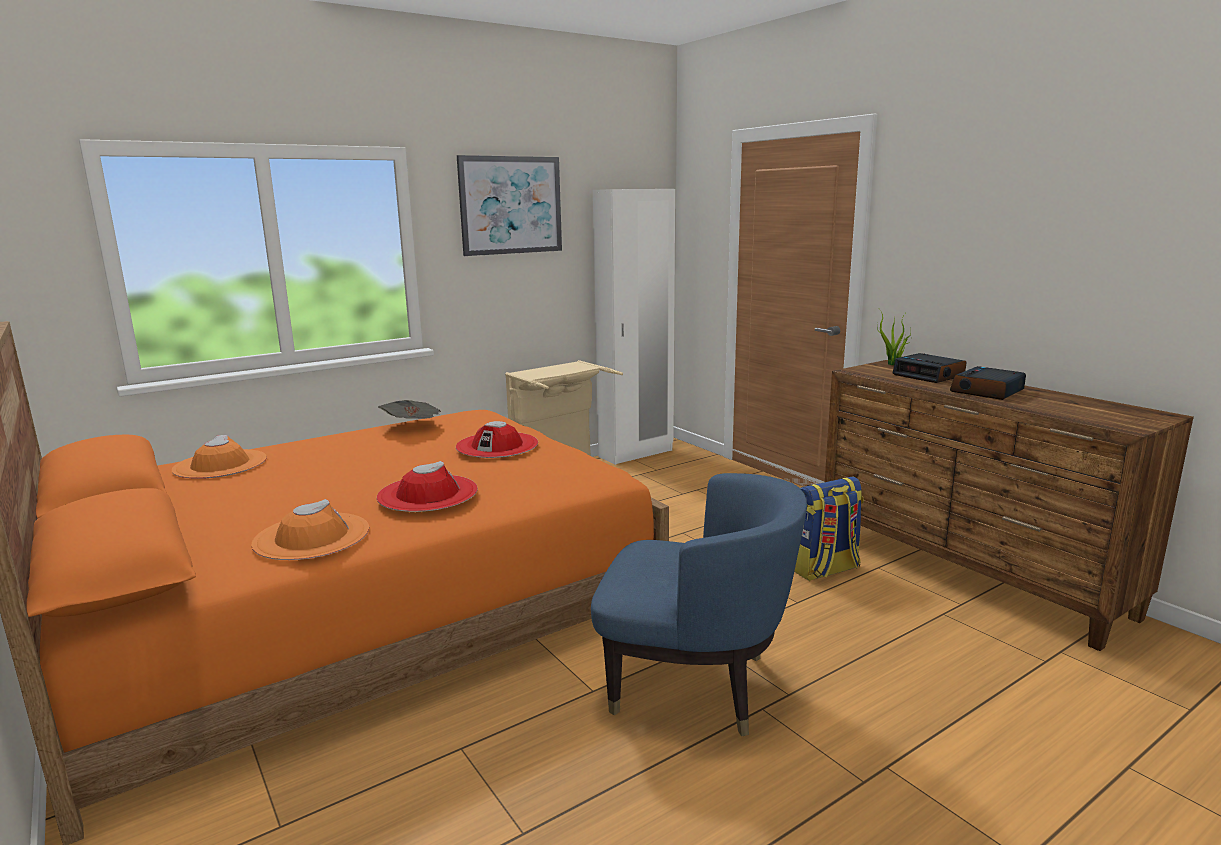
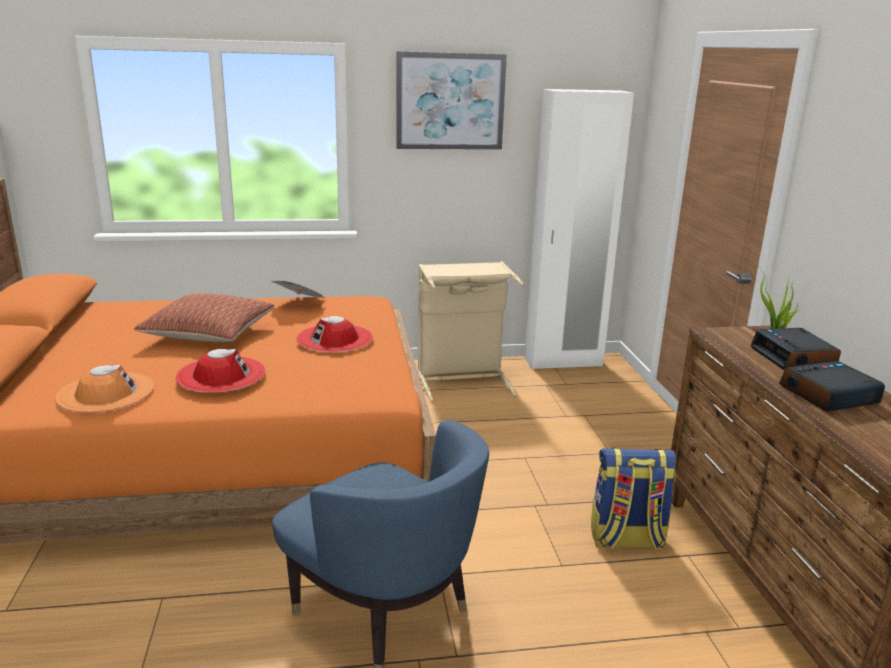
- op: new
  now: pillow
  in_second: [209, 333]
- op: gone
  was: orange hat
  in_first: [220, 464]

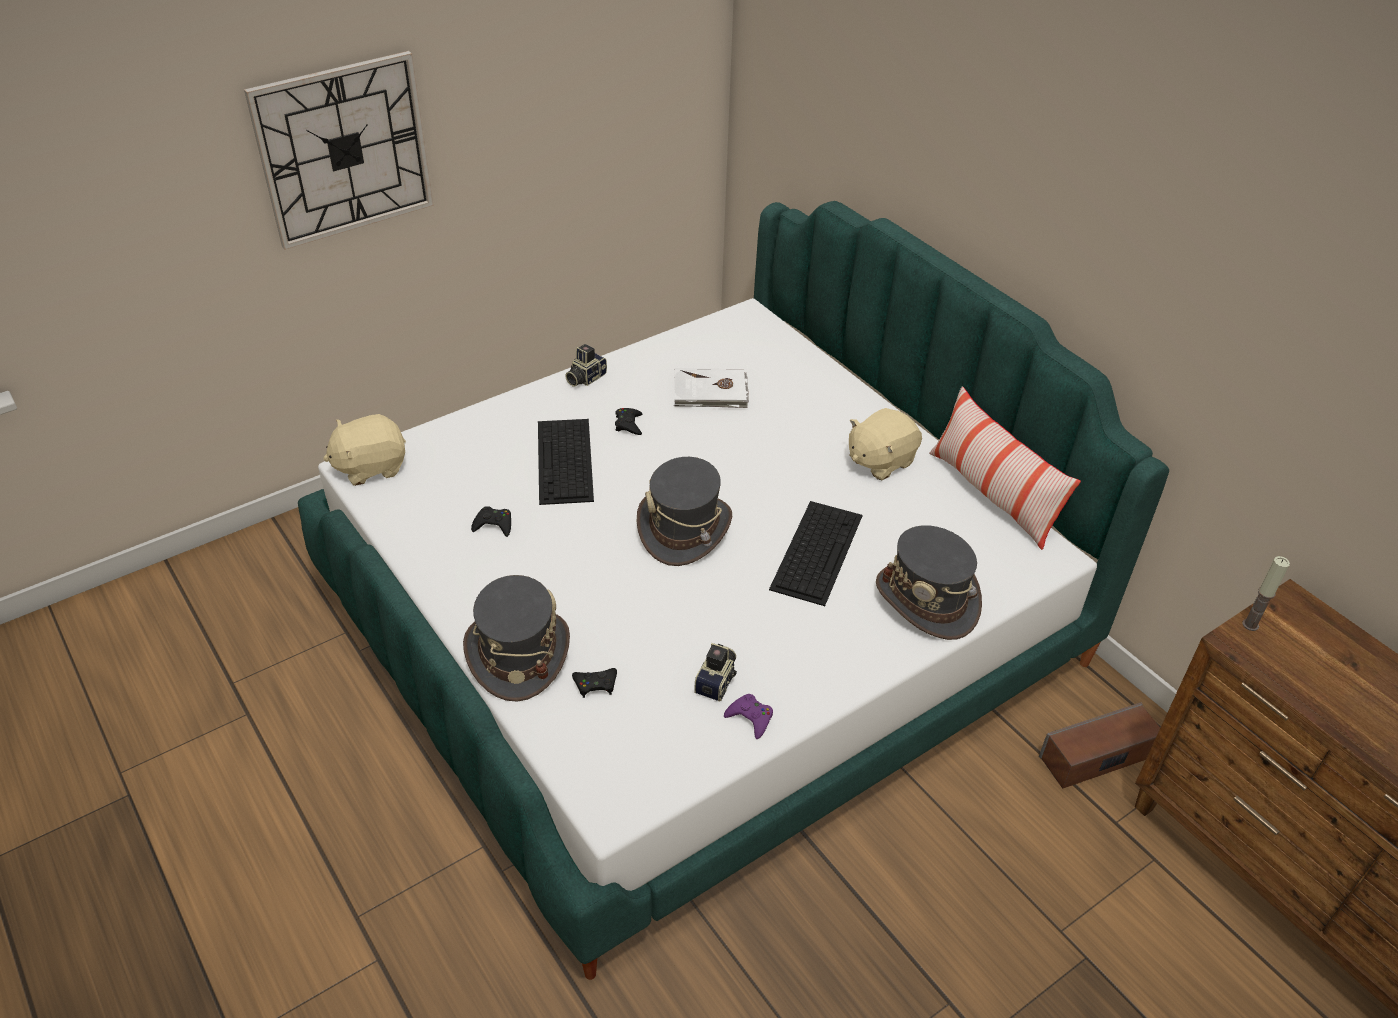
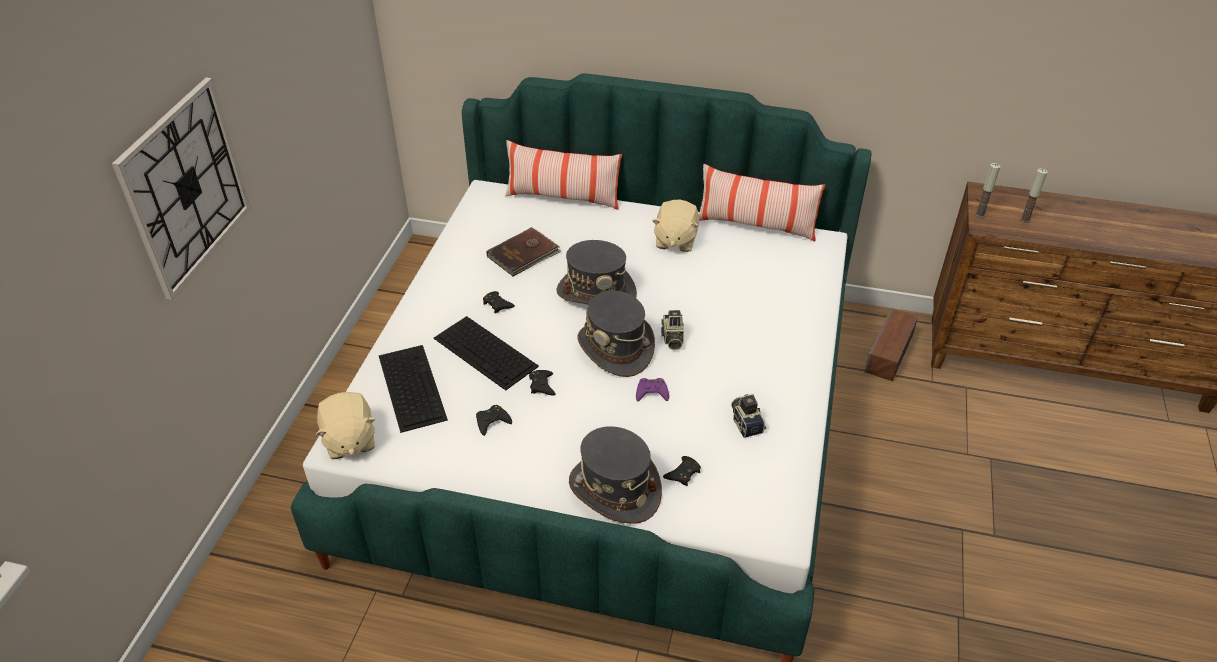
- op: rotated
  was: beige plush toy
  in_first: [370, 467]
  in_second: [349, 440]
  clockwise: -45
- op: shifted
  was: keyboard
  in_first: [816, 550]
  in_second: [411, 386]
- op: repainted
  was: white book
  now: brown book
  in_first: [710, 392]
  in_second: [524, 254]
- op: new
  now: pillow
  in_second: [563, 198]
- op: new
  now: black game controller
  in_second: [542, 385]
- op: shifted
  was: grey hat
  in_first: [927, 600]
  in_second: [596, 292]
- op: shifted
  was: purple game controller
  in_first: [750, 718]
  in_second: [652, 392]
- op: shifted
  was: photo camera
  in_first: [585, 378]
  in_second: [672, 338]
- op: new
  now: candle
  in_second: [1025, 220]

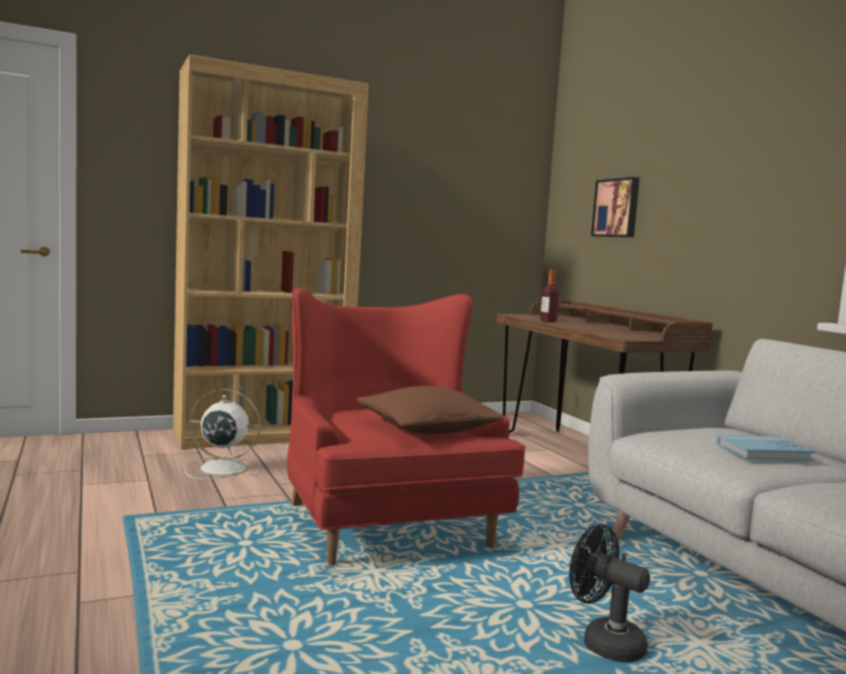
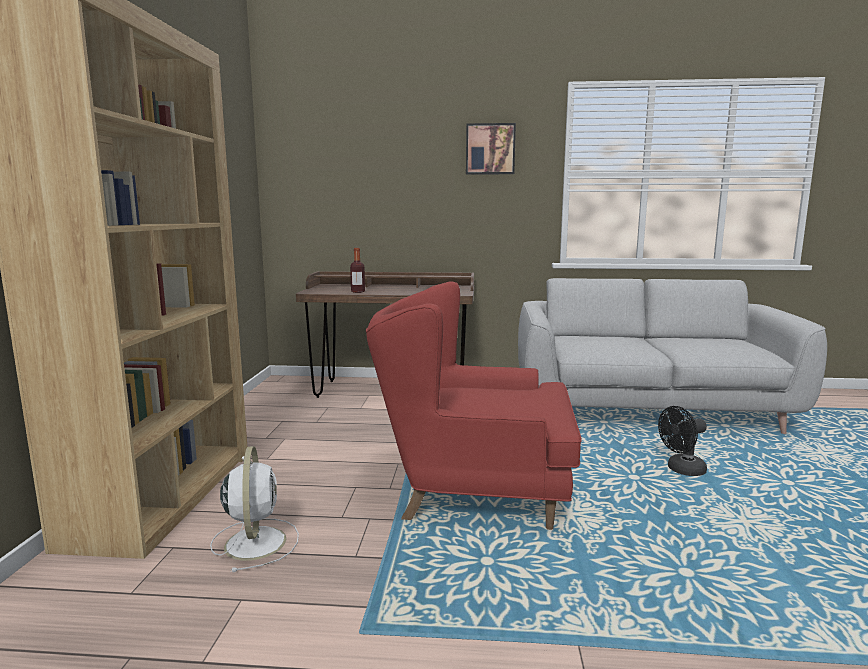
- op: rotated
  was: white fan
  in_first: [221, 468]
  in_second: [255, 541]
  clockwise: 135
- op: shifted
  was: picture
  in_first: [617, 208]
  in_second: [490, 149]
- op: gone
  was: brown pillow
  in_first: [427, 428]
- op: gone
  was: blue book
  in_first: [763, 452]

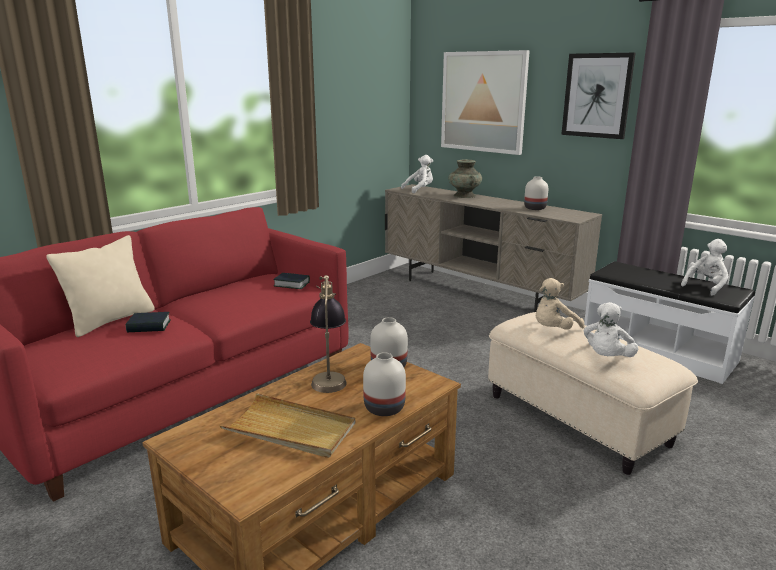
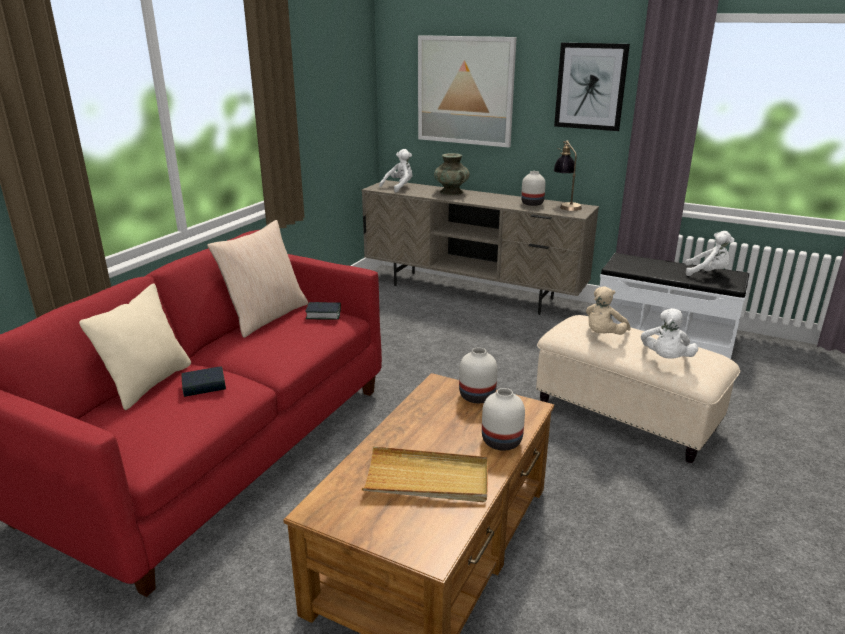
- op: new
  now: beige pillow
  in_second: [266, 316]
- op: shifted
  was: table lamp
  in_first: [329, 376]
  in_second: [566, 205]
- op: rotated
  was: white plush toy
  in_first: [705, 286]
  in_second: [707, 273]
  clockwise: 75

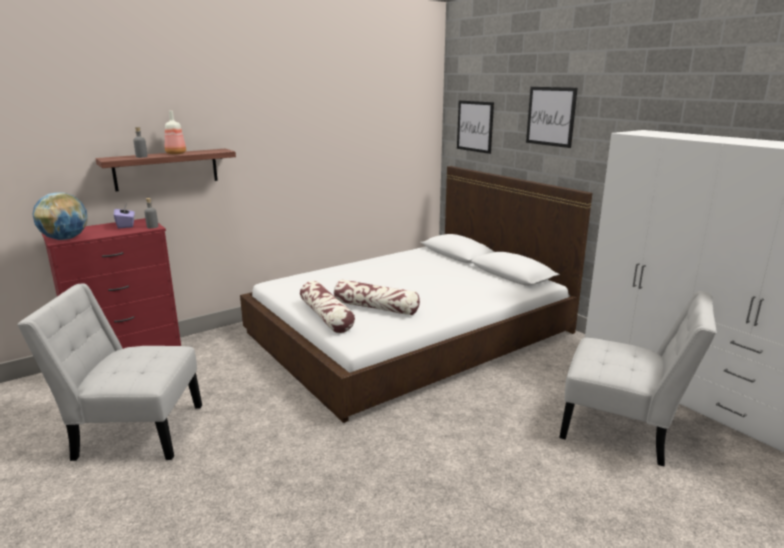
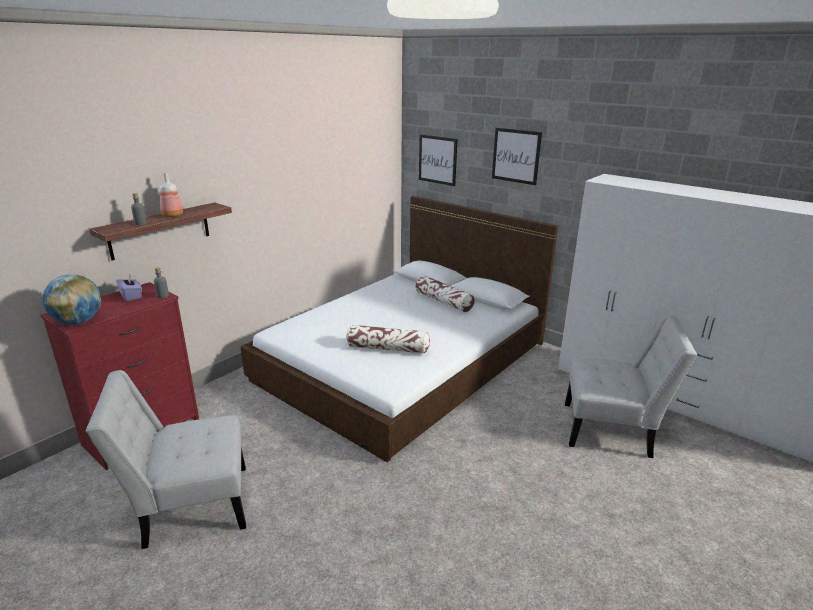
- op: shifted
  was: pillow
  in_first: [326, 316]
  in_second: [444, 301]

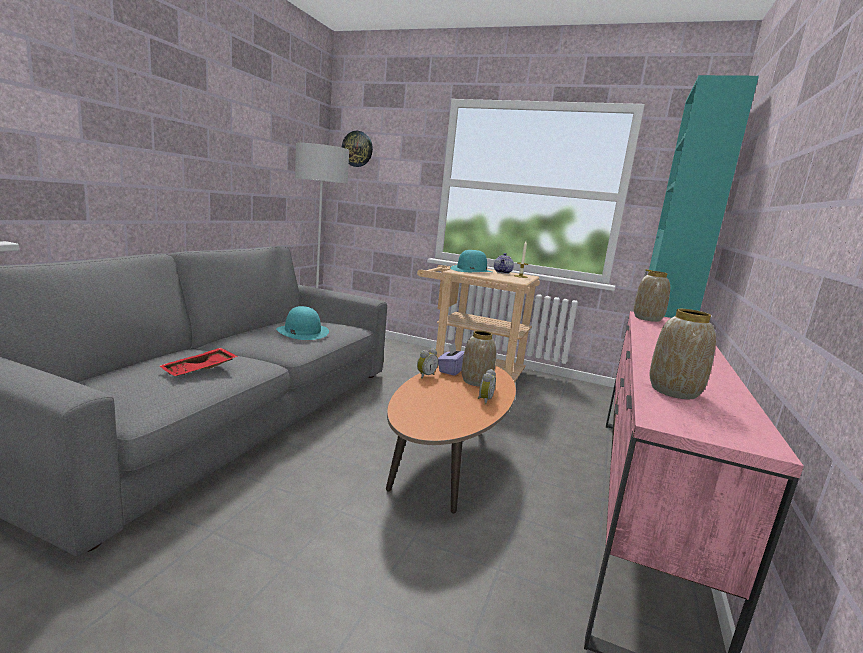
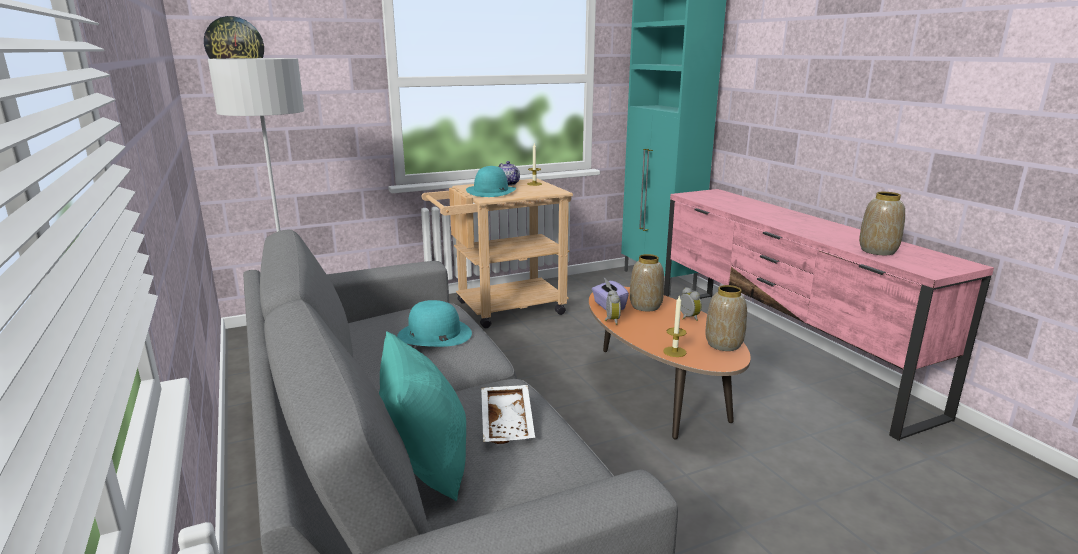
- op: new
  now: turquoise pillow
  in_second: [426, 462]
- op: repainted
  was: red tray
  now: white tray
  in_first: [200, 370]
  in_second: [508, 422]
- op: new
  now: candle
  in_second: [674, 352]
- op: shifted
  was: vase
  in_first: [647, 318]
  in_second: [723, 344]

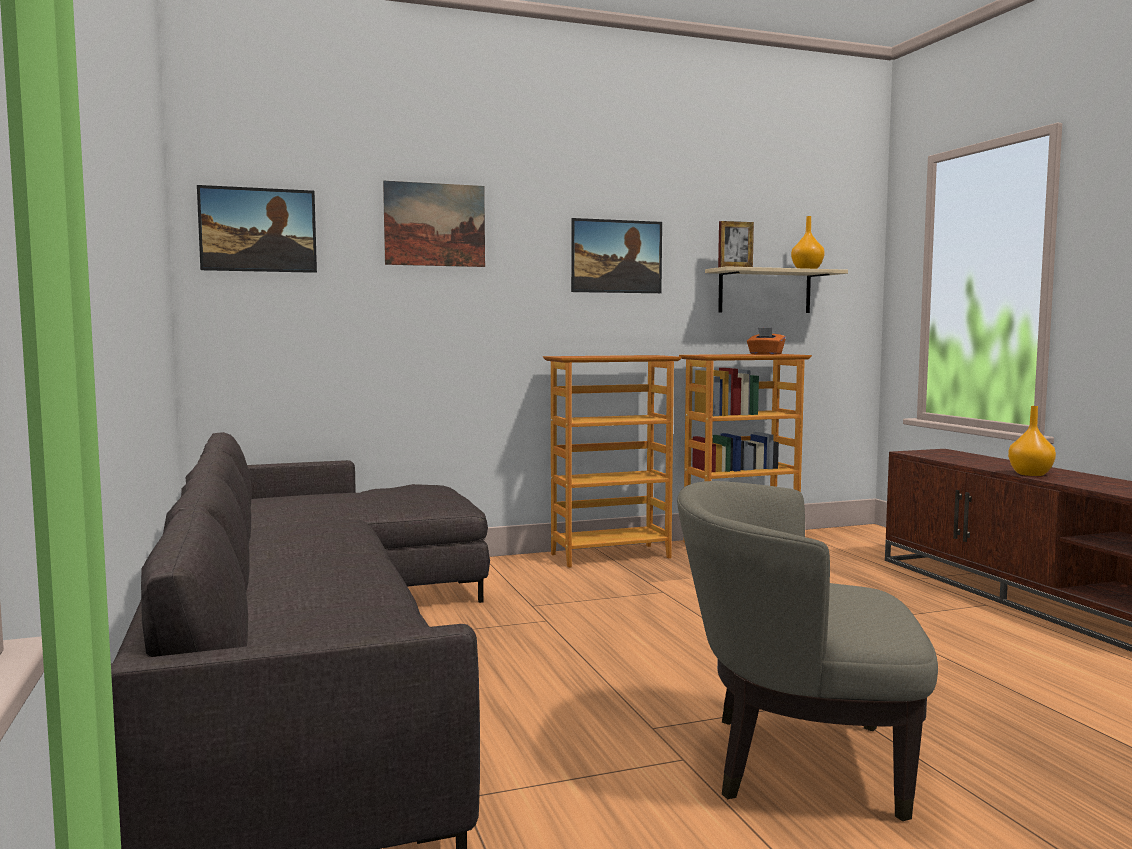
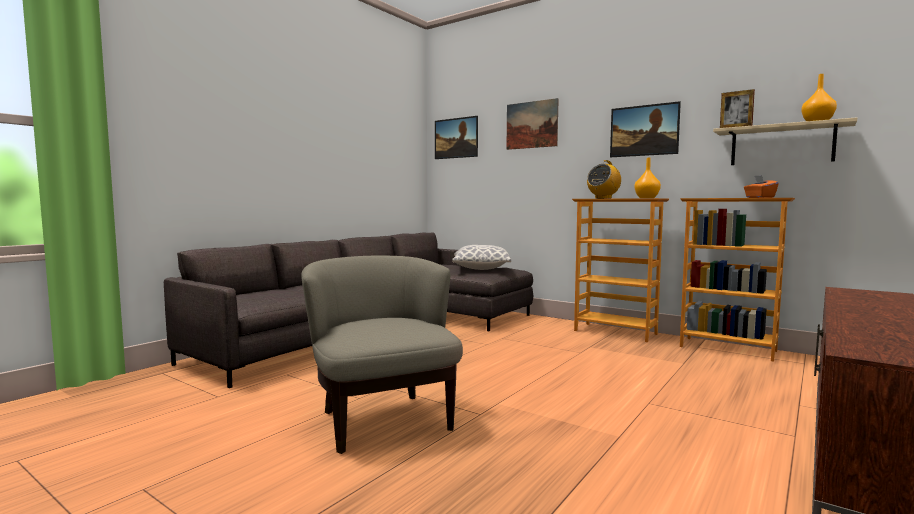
- op: new
  now: pillow
  in_second: [481, 269]
- op: new
  now: radio
  in_second: [603, 198]
- op: shifted
  was: orange vase
  in_first: [1031, 474]
  in_second: [647, 198]

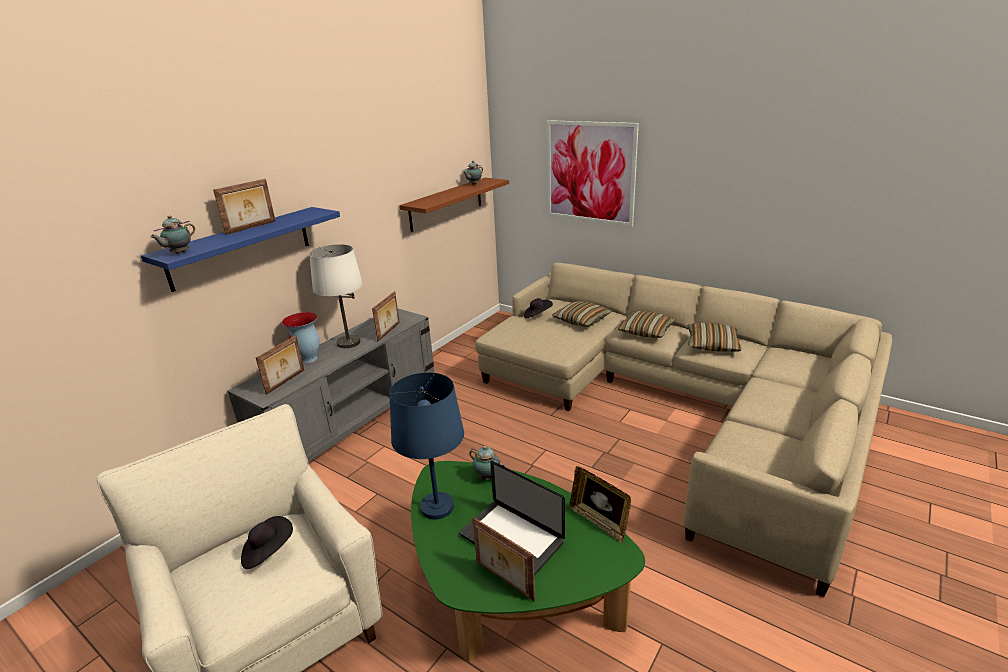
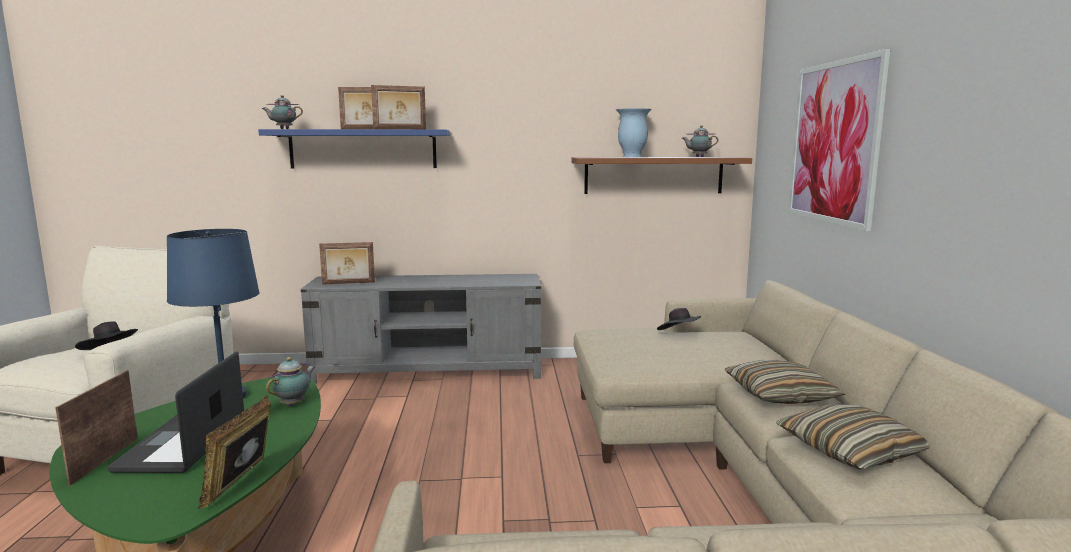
- op: rotated
  was: teapot
  in_first: [488, 477]
  in_second: [294, 403]
  clockwise: -150
- op: shifted
  was: picture frame
  in_first: [389, 331]
  in_second: [400, 129]
- op: shifted
  was: vase
  in_first: [309, 359]
  in_second: [632, 157]
- op: gone
  was: white table lamp
  in_first: [348, 343]
- op: gone
  was: pillow
  in_first: [581, 320]

